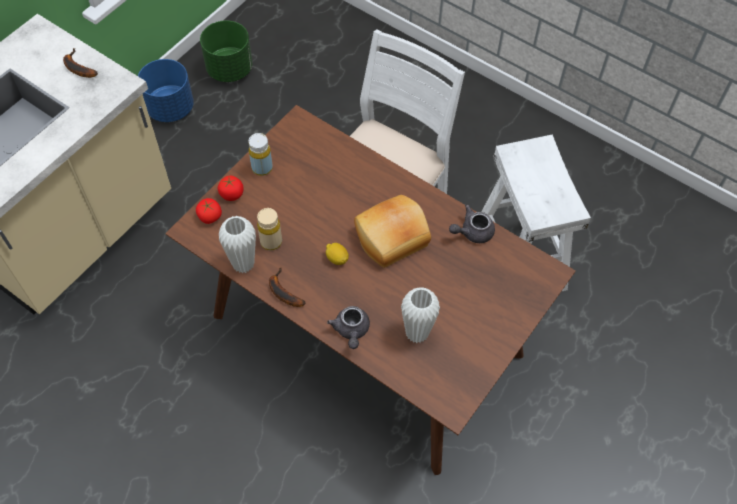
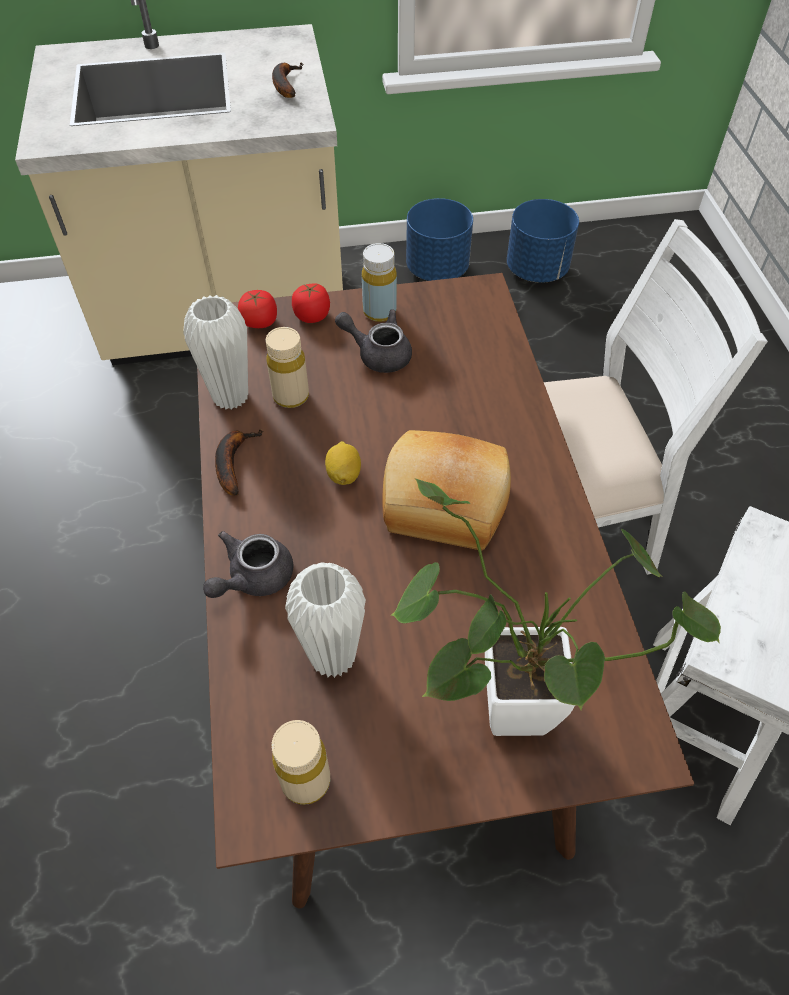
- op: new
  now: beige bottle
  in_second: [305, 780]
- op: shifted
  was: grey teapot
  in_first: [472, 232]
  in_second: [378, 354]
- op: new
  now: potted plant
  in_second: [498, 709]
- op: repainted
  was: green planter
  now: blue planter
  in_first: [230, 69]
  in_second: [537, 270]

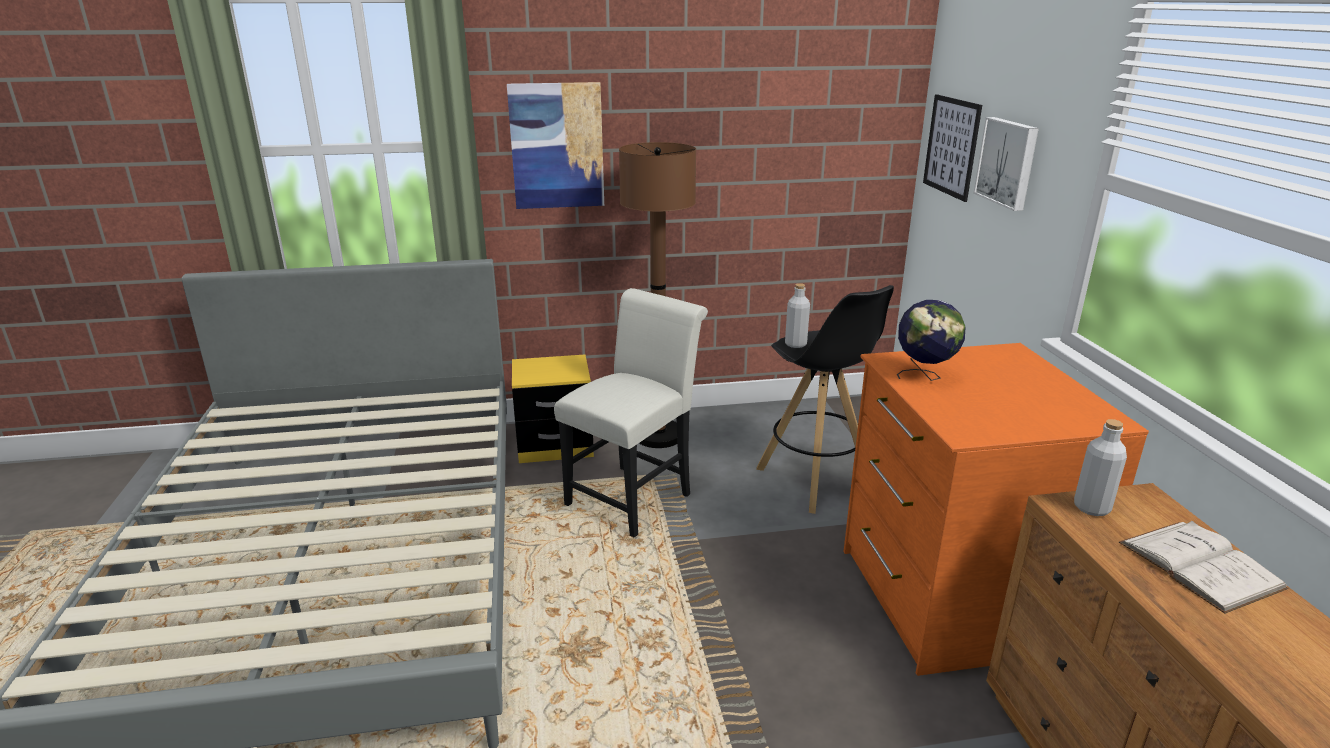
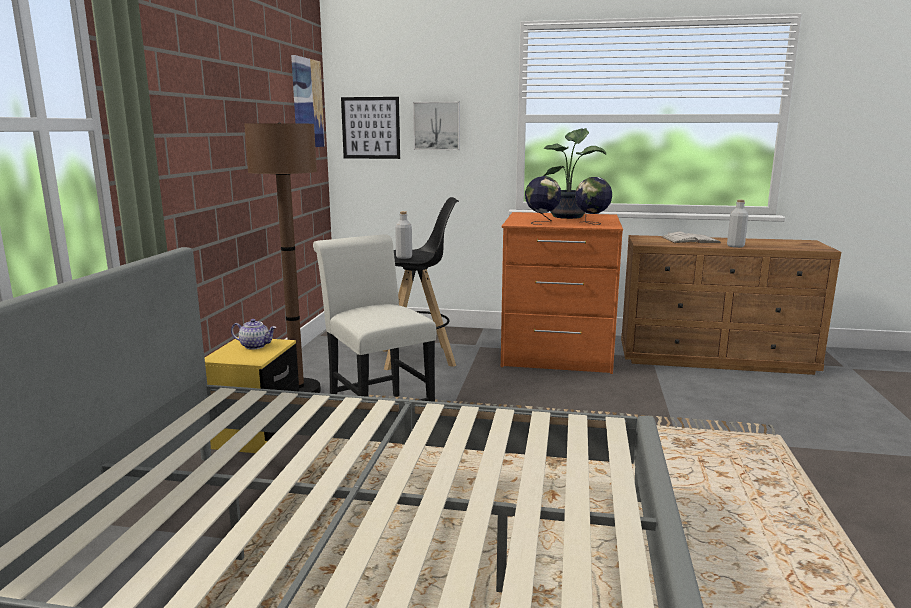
- op: new
  now: teapot
  in_second: [255, 346]
- op: shifted
  was: picture
  in_first: [557, 146]
  in_second: [307, 103]
- op: new
  now: potted plant
  in_second: [569, 216]
- op: new
  now: globe
  in_second: [592, 223]
- op: shifted
  was: grey bottle
  in_first: [1091, 508]
  in_second: [735, 246]

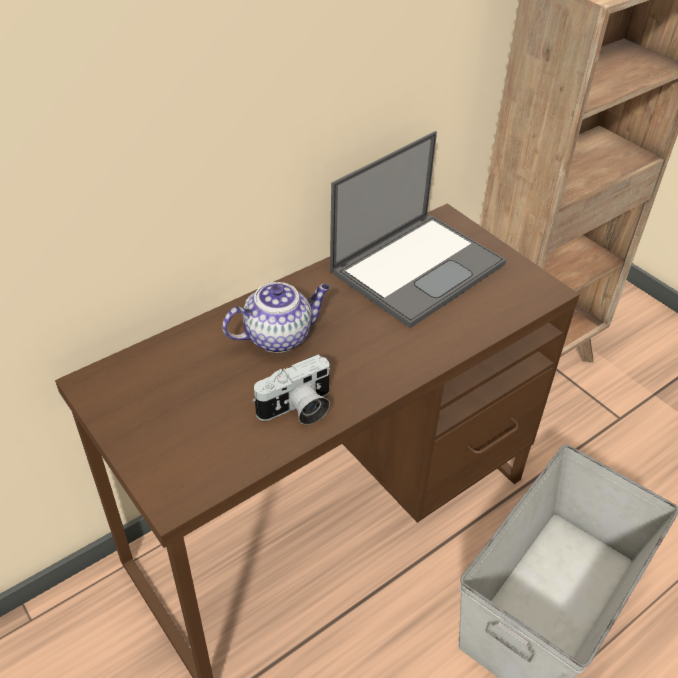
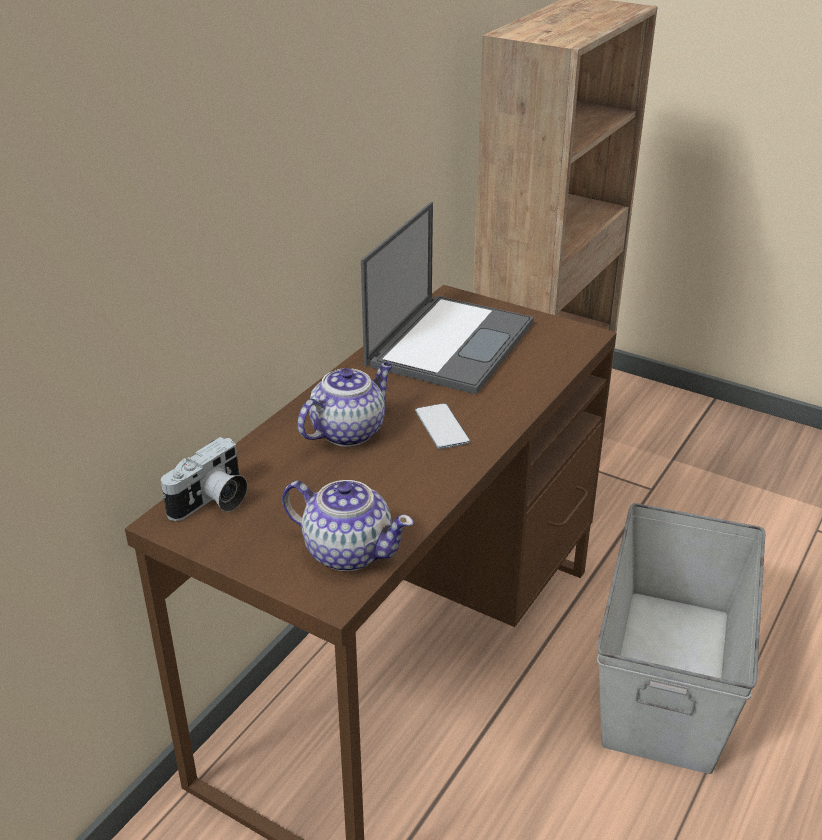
- op: shifted
  was: photo camera
  in_first: [298, 409]
  in_second: [212, 502]
- op: new
  now: teapot
  in_second: [347, 550]
- op: new
  now: phone
  in_second: [442, 426]

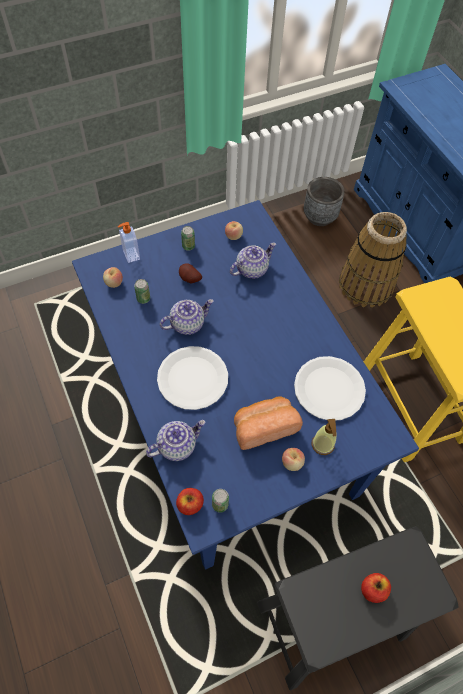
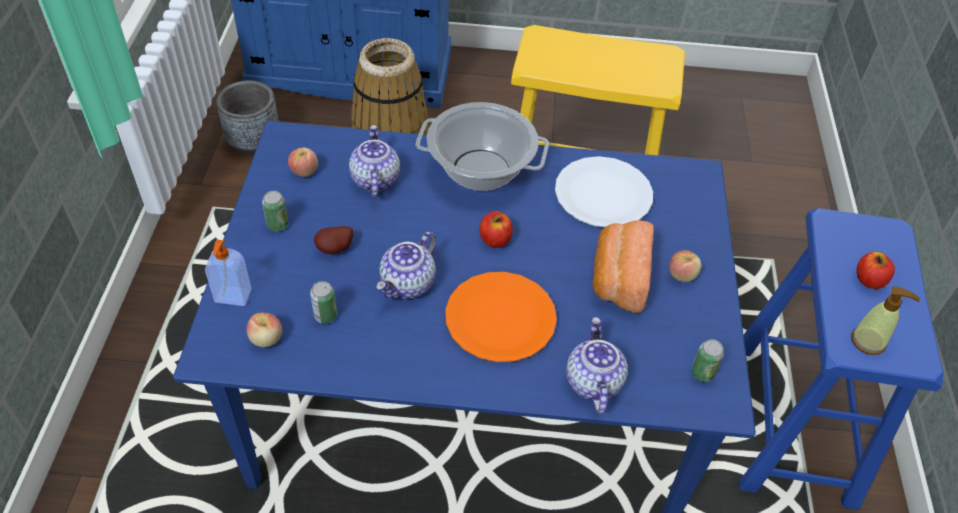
- op: rotated
  was: teapot
  in_first: [187, 323]
  in_second: [408, 284]
  clockwise: -150
- op: new
  now: cooking pot
  in_second: [480, 170]
- op: repainted
  was: white plate
  now: orange plate
  in_first: [192, 378]
  in_second: [500, 318]
- op: shifted
  was: apple
  in_first: [190, 504]
  in_second: [495, 239]
- op: repainted
  was: black stool
  now: blue stool
  in_first: [329, 620]
  in_second: [792, 424]
- op: shifted
  was: soap dispenser
  in_first: [323, 444]
  in_second: [868, 341]

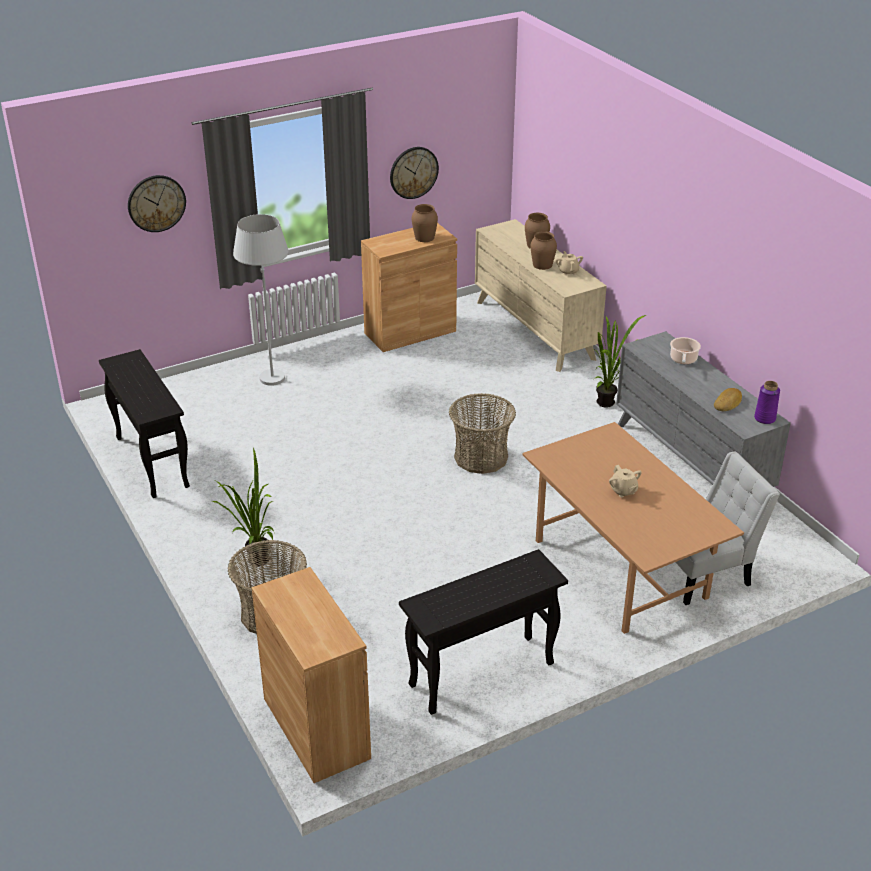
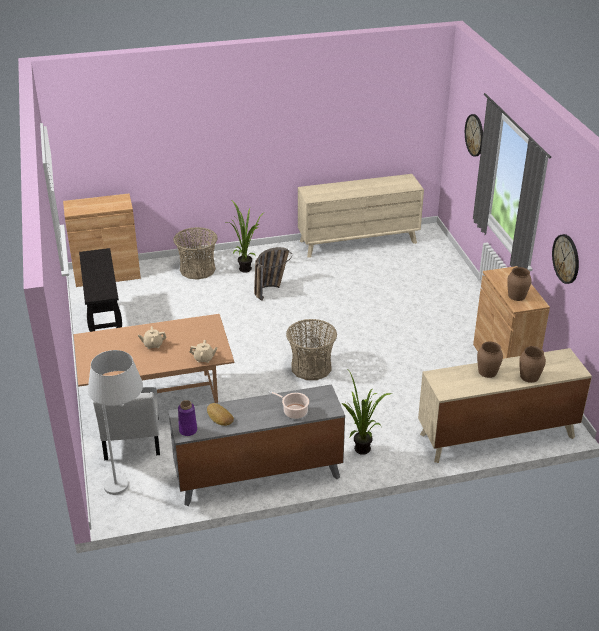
- op: shifted
  was: white floor lamp
  in_first: [271, 371]
  in_second: [129, 486]
- op: shifted
  was: beige teapot
  in_first: [568, 271]
  in_second: [204, 358]
- op: new
  now: basket
  in_second: [270, 289]
- op: swapped
  was: black console table
  now: beige dresser
  in_first: [151, 461]
  in_second: [358, 241]

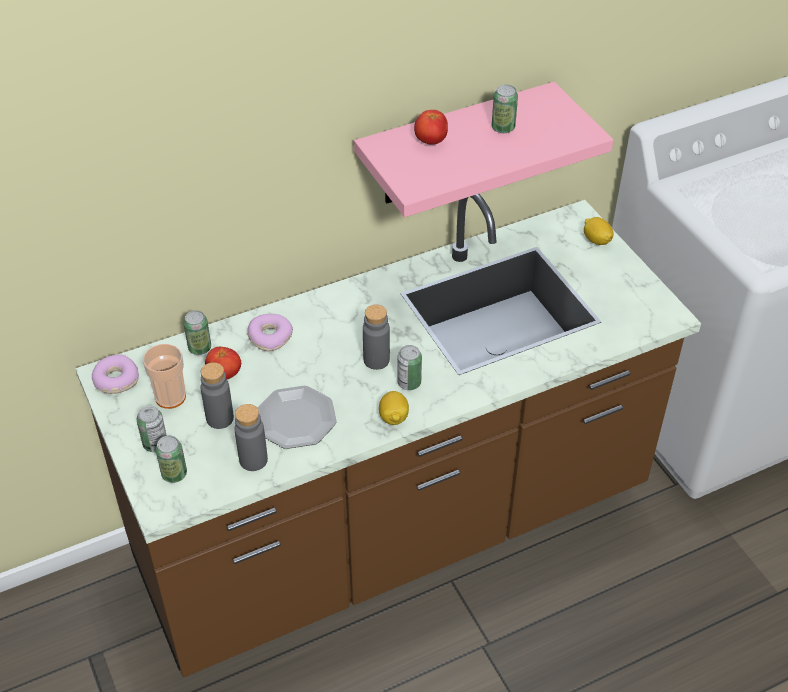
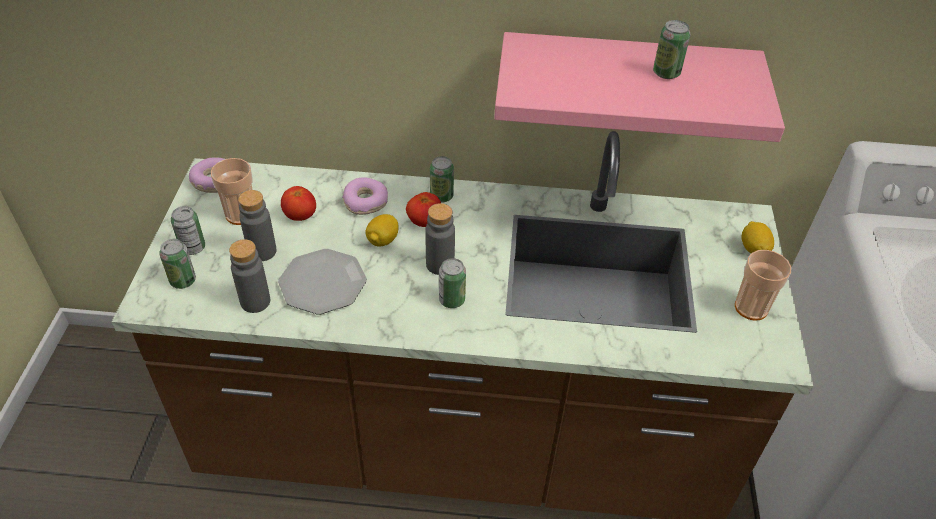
- op: shifted
  was: lemon
  in_first: [393, 417]
  in_second: [382, 240]
- op: shifted
  was: tomato
  in_first: [430, 141]
  in_second: [424, 222]
- op: shifted
  was: can
  in_first: [200, 348]
  in_second: [441, 196]
- op: new
  now: cup
  in_second: [751, 308]

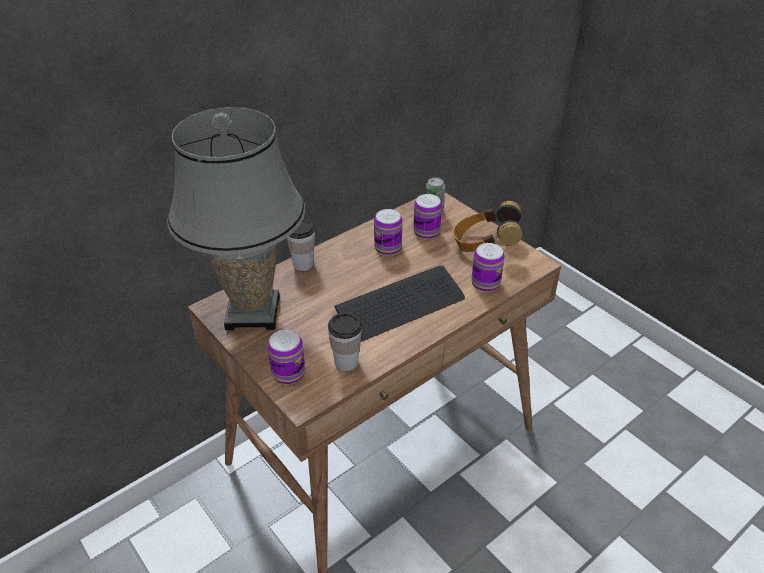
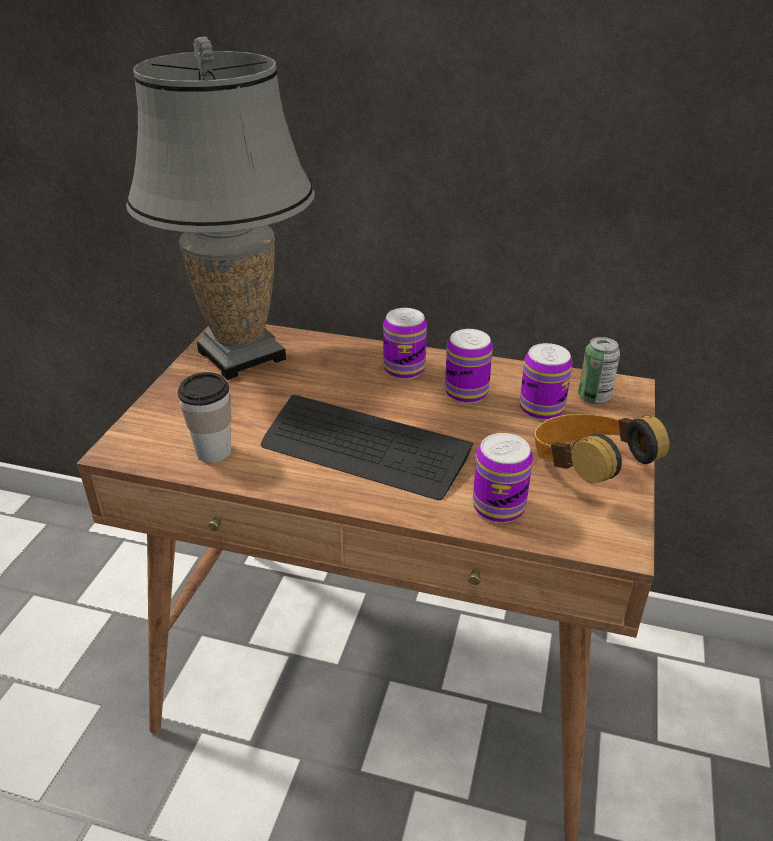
- op: shifted
  was: can
  in_first: [288, 373]
  in_second: [404, 369]
- op: gone
  was: cup
  in_first: [303, 264]

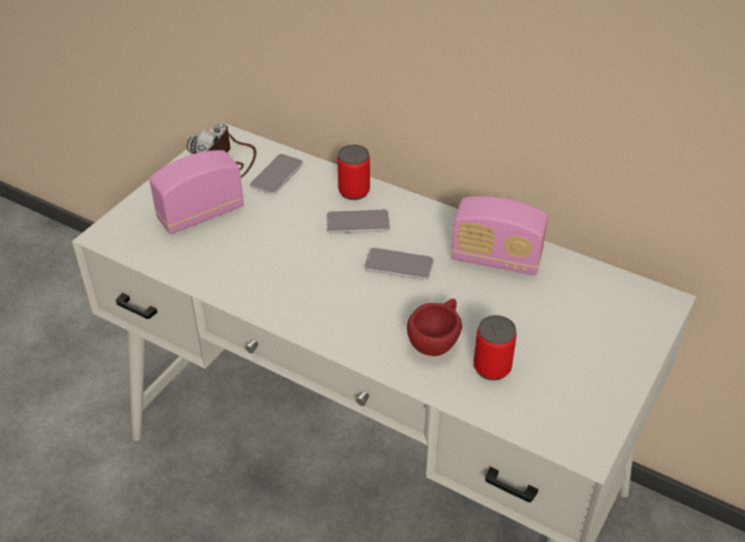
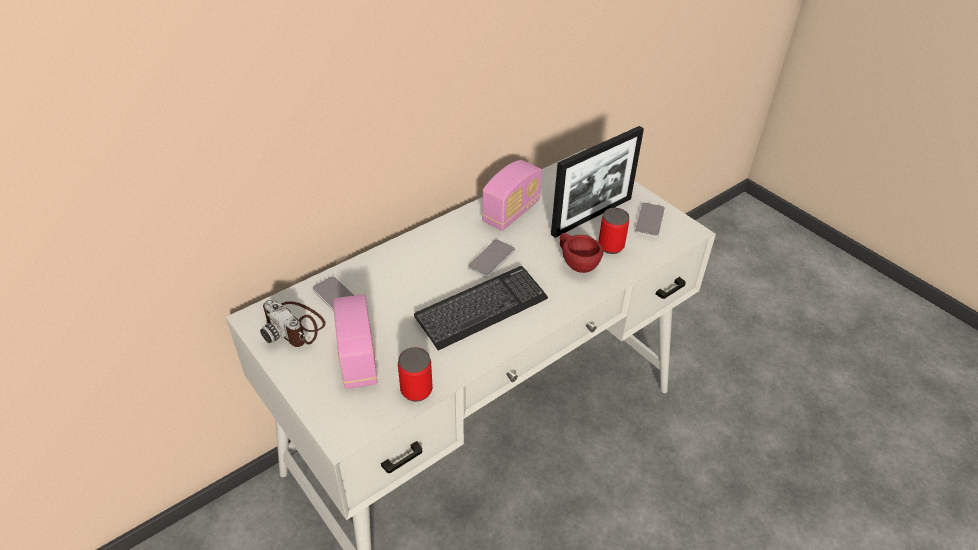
- op: shifted
  was: can
  in_first: [354, 191]
  in_second: [416, 390]
- op: new
  now: keyboard
  in_second: [481, 309]
- op: new
  now: picture frame
  in_second: [592, 216]
- op: shifted
  was: phone
  in_first: [357, 222]
  in_second: [649, 220]

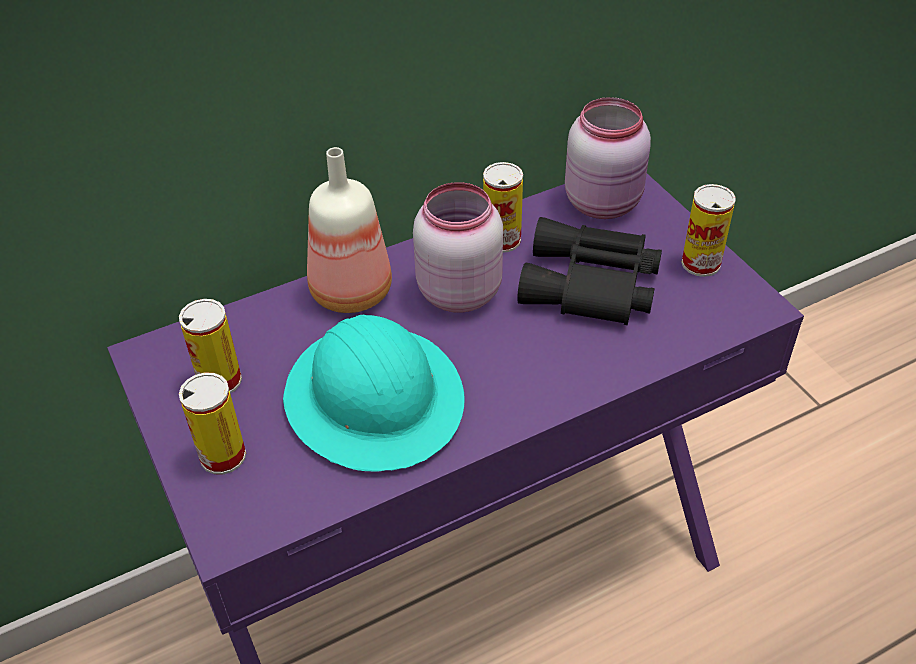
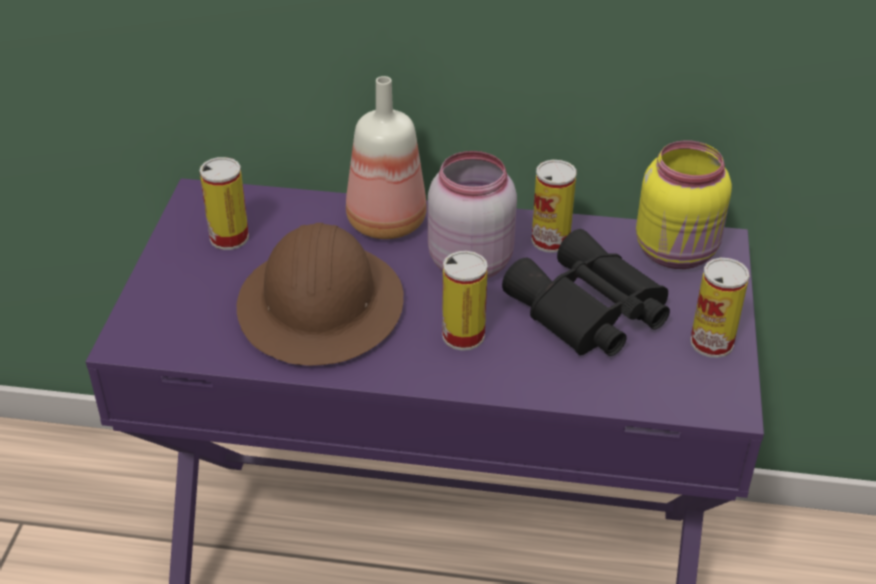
- op: repainted
  was: turquoise hard hat
  now: brown hard hat
  in_first: [375, 399]
  in_second: [321, 306]
- op: shifted
  was: can
  in_first: [223, 456]
  in_second: [463, 335]
- op: repainted
  was: pink jar
  now: yellow jar
  in_first: [605, 202]
  in_second: [678, 252]

